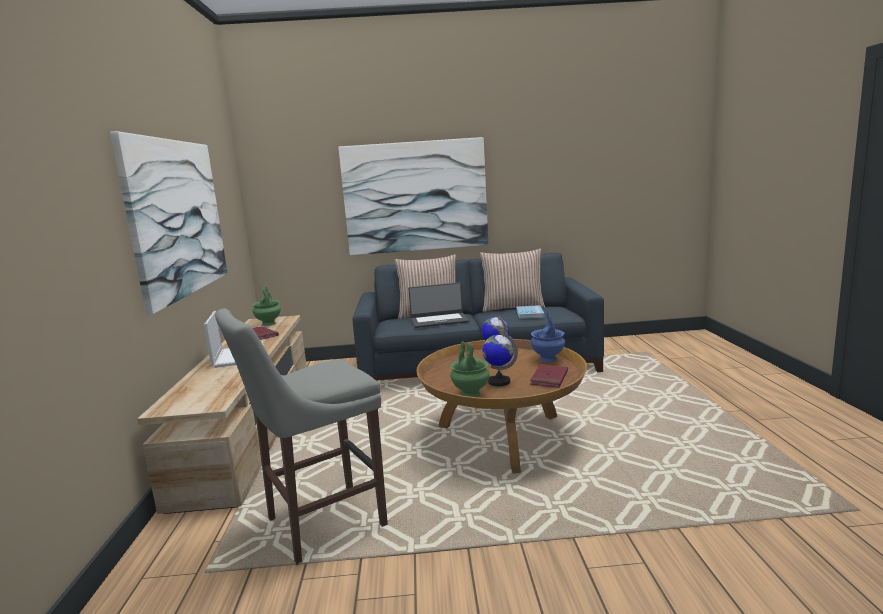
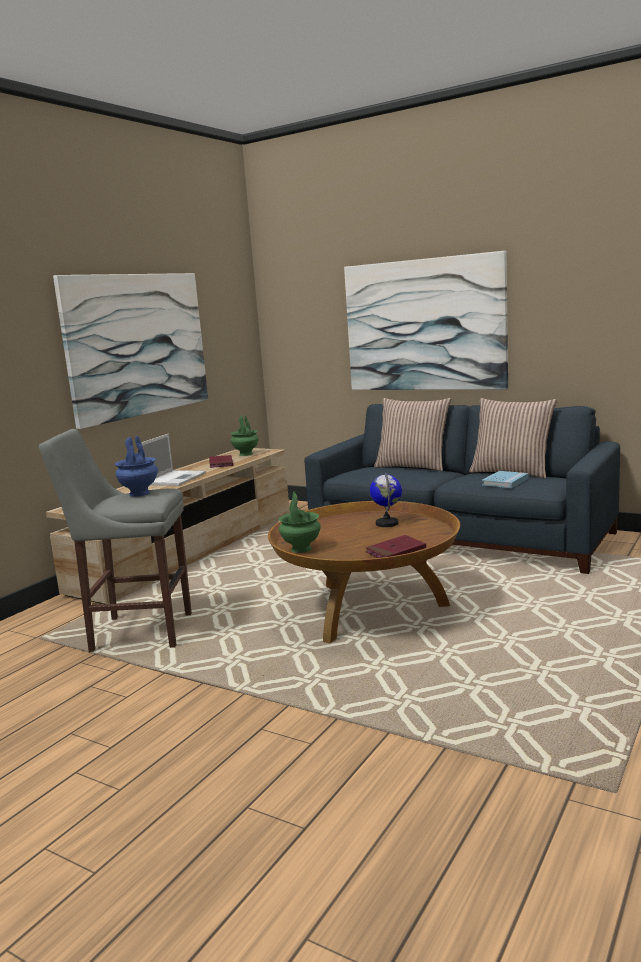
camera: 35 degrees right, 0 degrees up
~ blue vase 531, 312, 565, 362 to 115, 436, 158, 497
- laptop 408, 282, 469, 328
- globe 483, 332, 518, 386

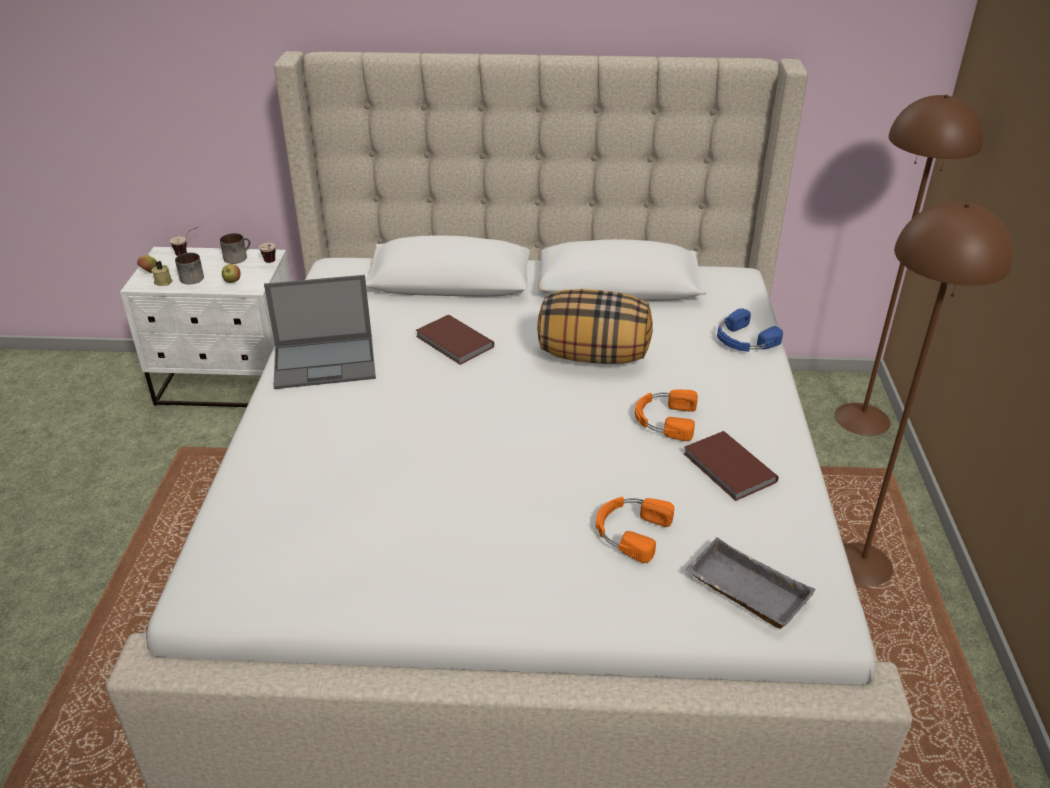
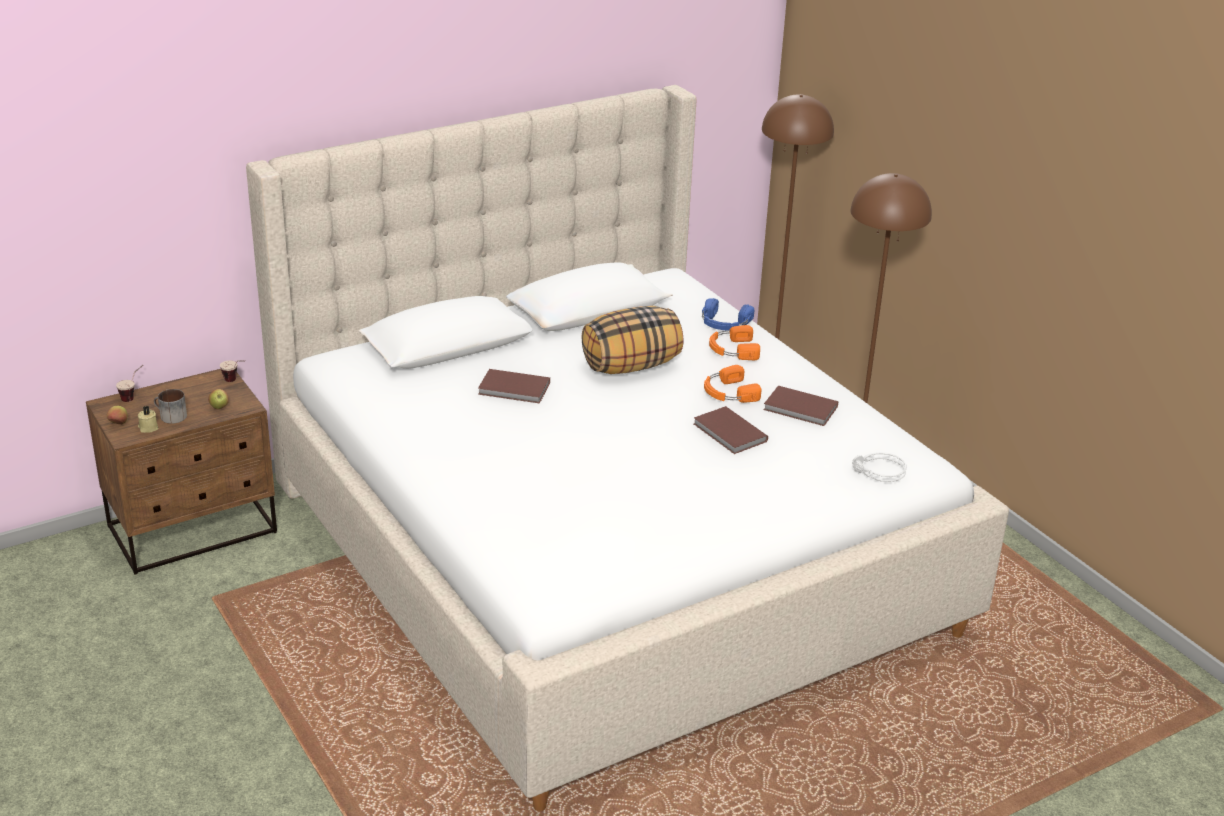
camera: 35 degrees left, 5 degrees down
~ white nightstand 120, 247, 291, 407 to brown nightstand 86, 369, 277, 575
+ brown book 694, 406, 768, 454
~ orange headphones 596, 497, 674, 563 to 709, 325, 760, 360
~ grey tray 685, 537, 816, 629 to grey headphones 852, 452, 907, 482
- mug 220, 233, 250, 264
- laptop 264, 275, 376, 389

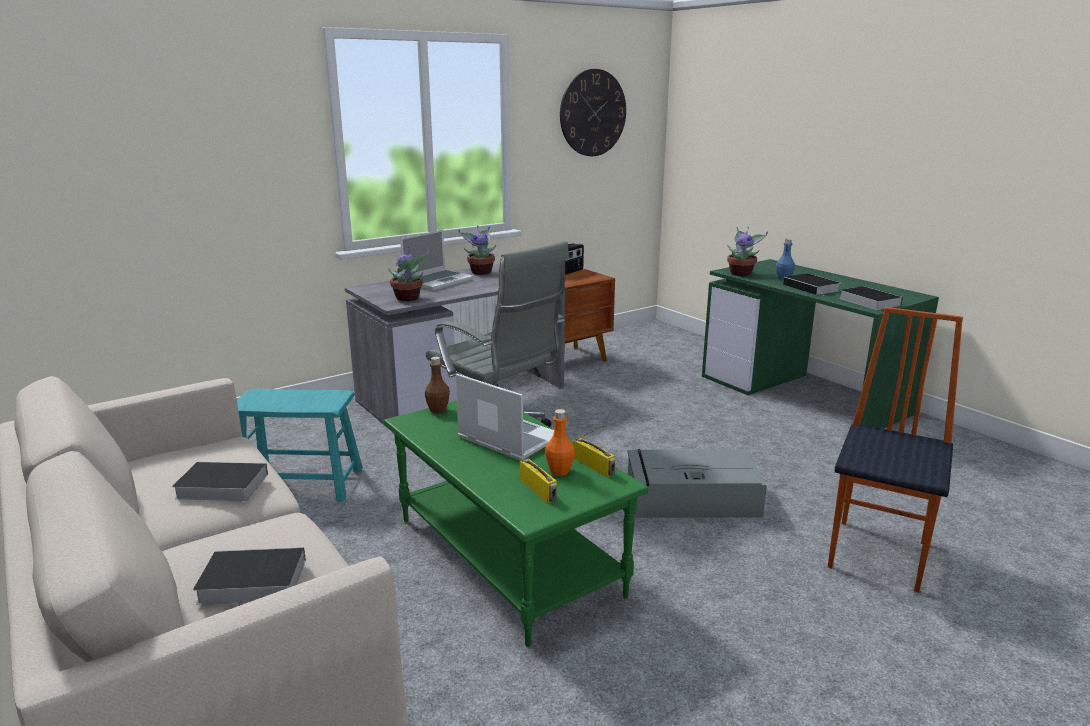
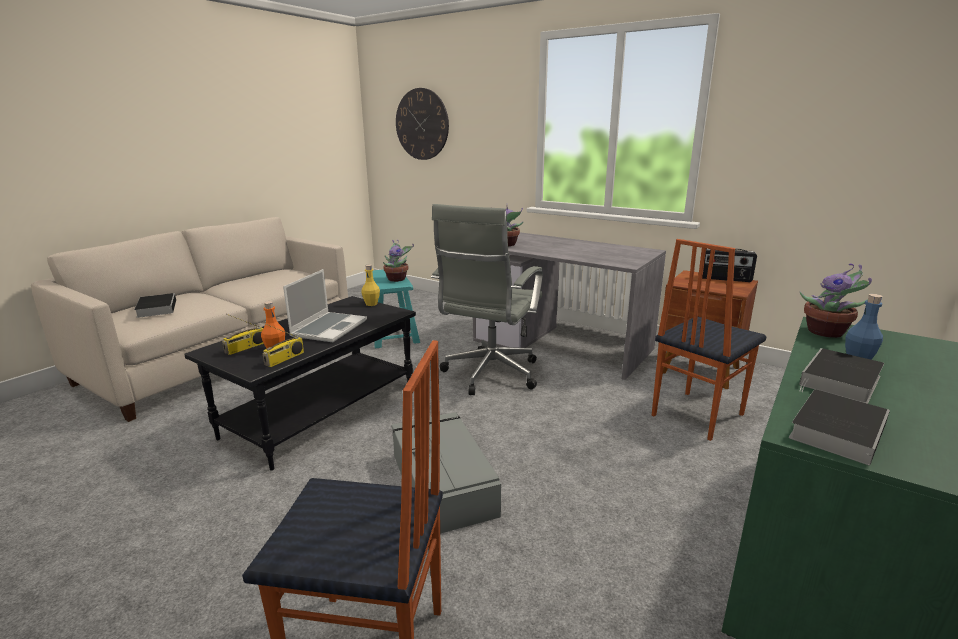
camera: 70 degrees right, 0 degrees up
~ green coffee table 384, 401, 649, 647 to black coffee table 184, 296, 416, 471
~ brown bottle 425, 357, 450, 413 to yellow bottle 361, 264, 380, 306
~ potted plant 458, 226, 497, 275 to 383, 240, 414, 282
~ wall clock 560, 69, 626, 156 to 396, 88, 449, 160
+ chair 652, 239, 767, 441
- book 172, 462, 268, 501
- laptop 400, 230, 474, 291

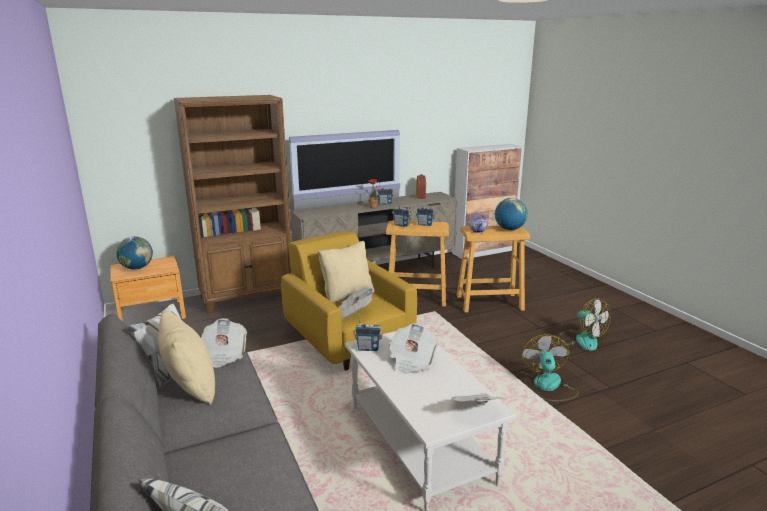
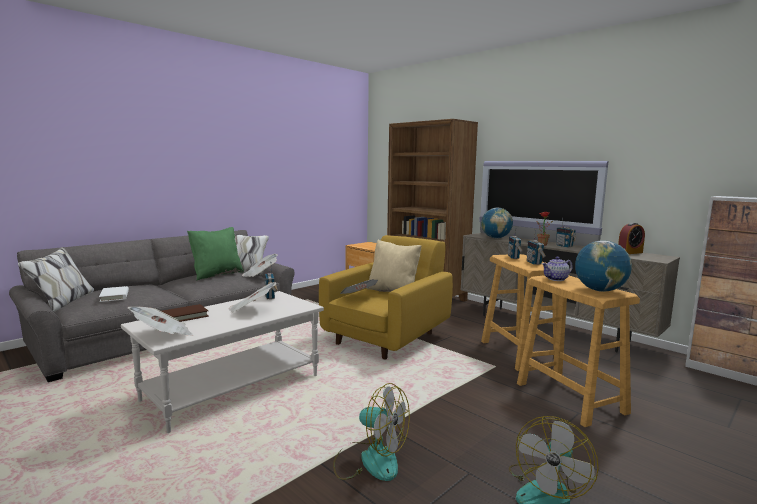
camera: 70 degrees right, 10 degrees down
+ white book 99, 286, 129, 302
+ brown book 162, 304, 209, 322
~ beige pillow 158, 311, 215, 405 to green pillow 187, 227, 244, 281
~ fan 522, 335, 579, 401 = 333, 383, 410, 481 45 degrees clockwise
~ globe 116, 236, 153, 270 to 481, 208, 513, 239

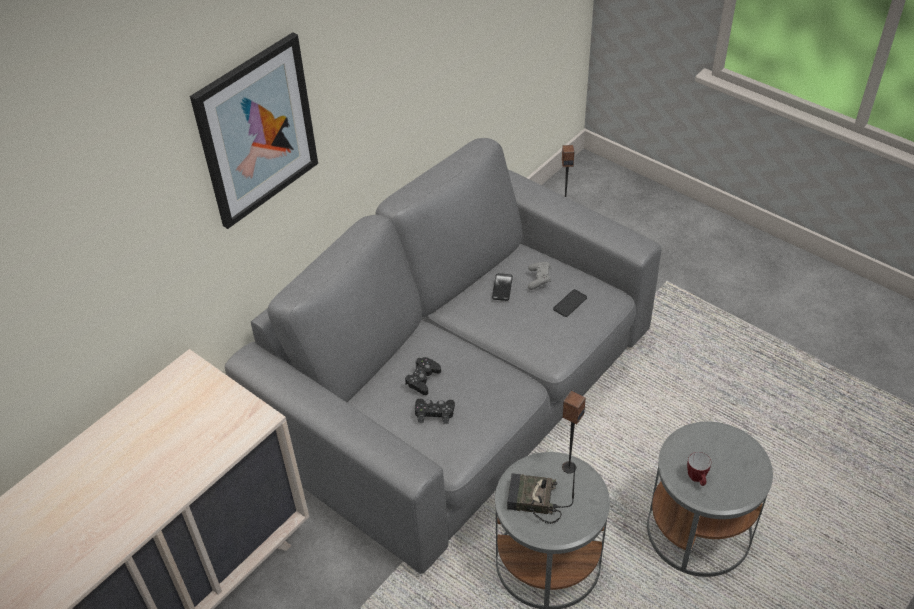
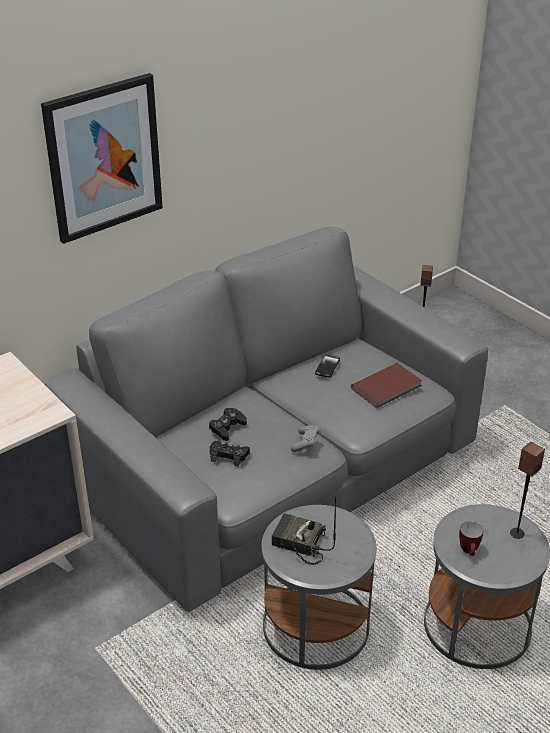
camera: 10 degrees right, 10 degrees down
~ grey game controller 528, 262, 551, 290 to 291, 425, 321, 452
~ phone 553, 289, 587, 317 to brown book 351, 363, 422, 408
~ speaker 562, 391, 586, 474 to 510, 442, 545, 539

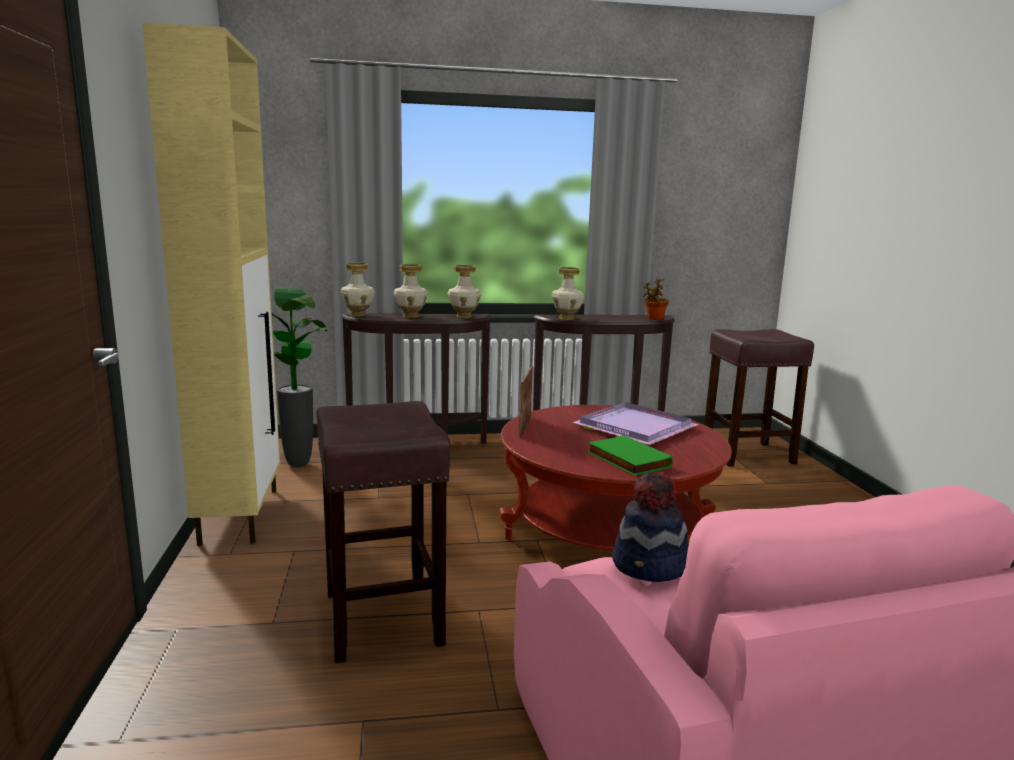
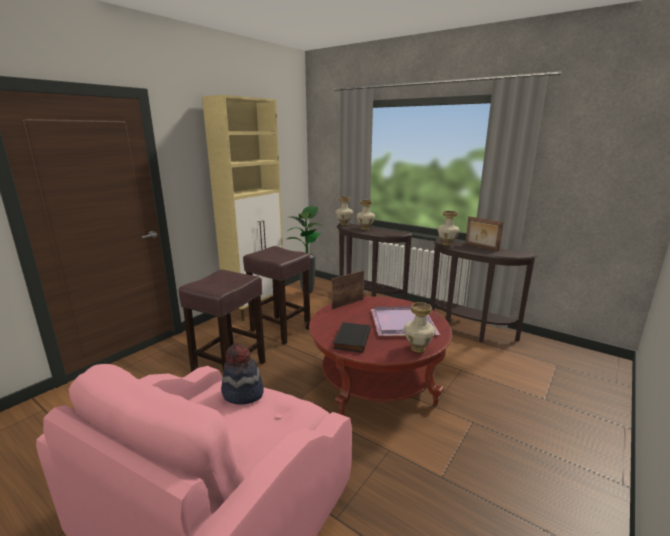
camera: 45 degrees right, 5 degrees up
~ brown stool 704, 329, 814, 467 to 243, 246, 310, 345
~ green book 587, 435, 673, 476 to black book 333, 322, 370, 353
~ vase 448, 265, 481, 318 to 404, 302, 436, 353
+ picture frame 465, 216, 503, 251
- potted plant 642, 278, 669, 320

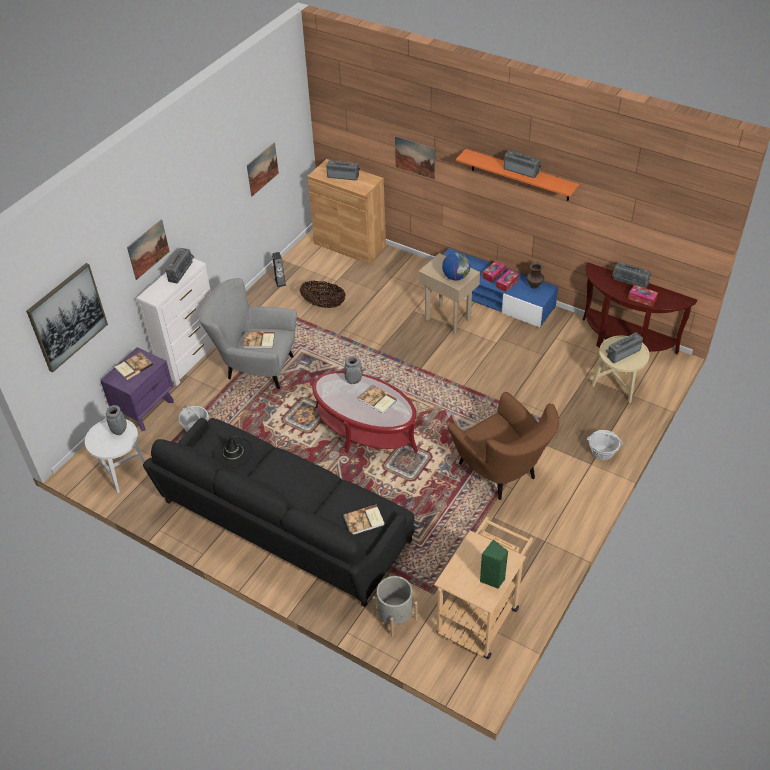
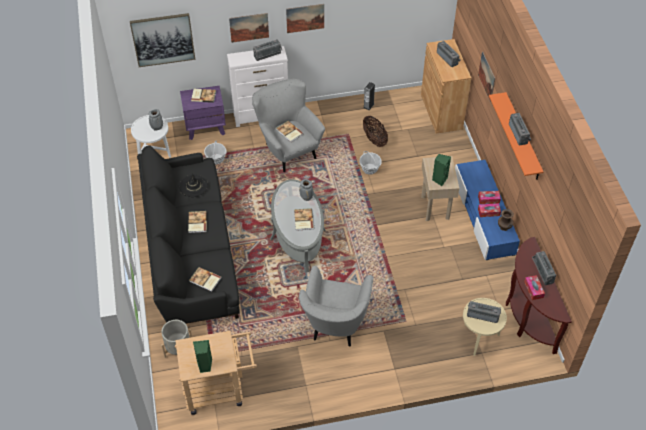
camera: 45 degrees right, 5 degrees up
+ book 188, 211, 207, 233
~ red coffee table 312, 371, 418, 453 to grey coffee table 270, 179, 326, 273
~ picture 247, 143, 279, 196 to 286, 4, 324, 33
~ brown armchair 448, 392, 559, 500 to grey armchair 299, 266, 373, 347
~ basket 587, 430, 623, 460 to 359, 151, 382, 175
~ globe 442, 252, 470, 281 to green speaker 432, 154, 451, 186

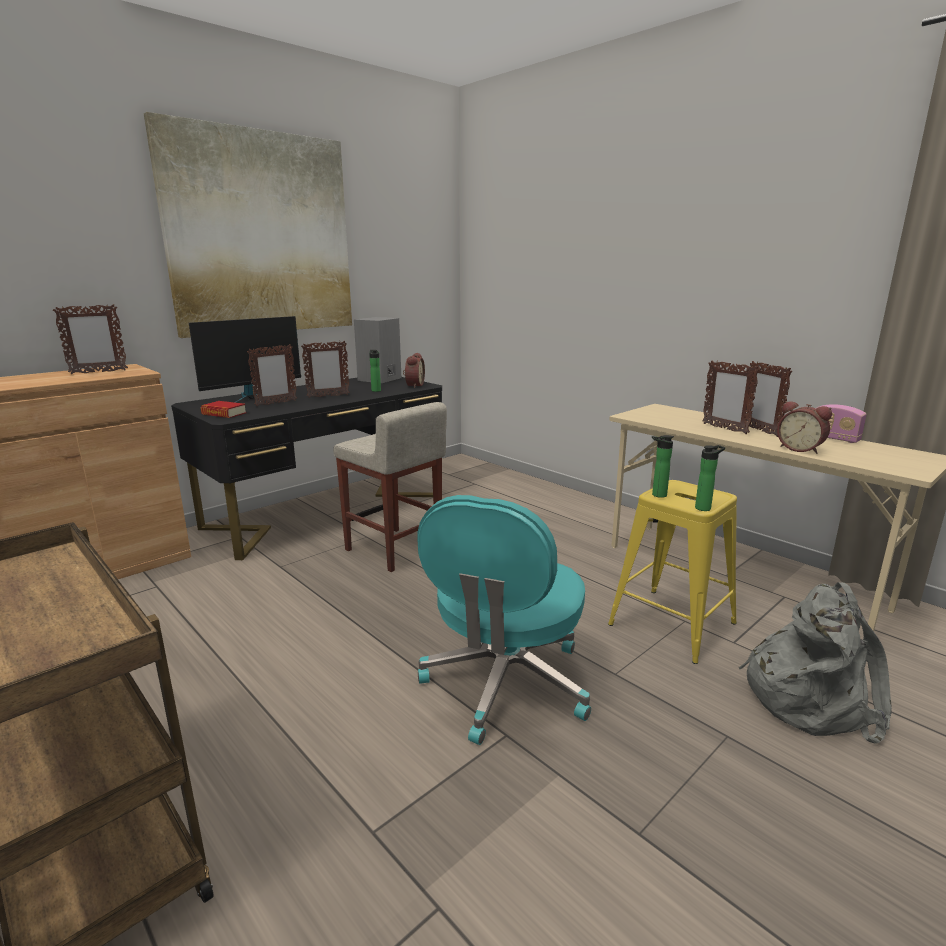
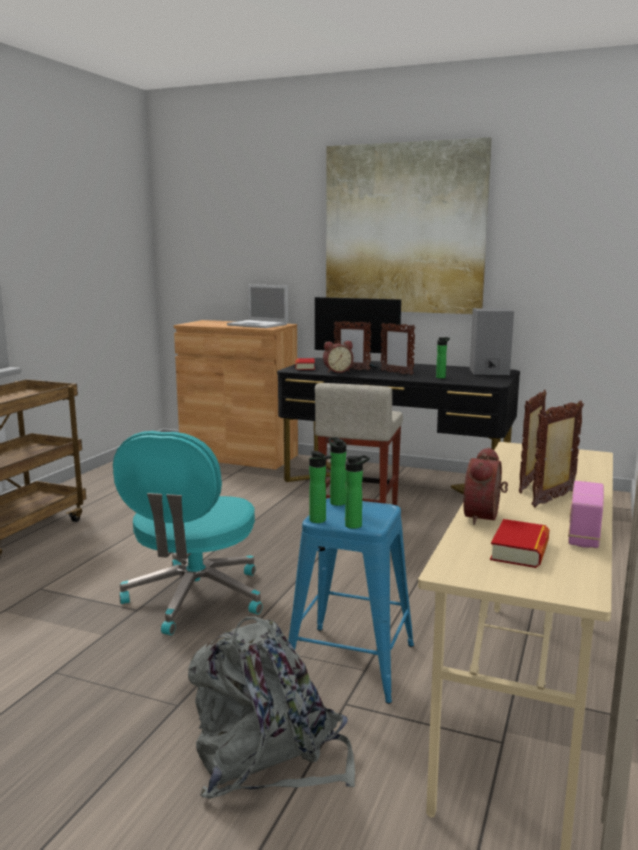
camera: 65 degrees right, 5 degrees down
~ turquoise office chair 417, 495, 591, 745 = 113, 431, 262, 635 75 degrees counterclockwise
~ picture frame 53, 304, 128, 374 to laptop 227, 284, 288, 328
~ yellow stool 608, 480, 737, 664 to blue stool 288, 498, 414, 704
~ alarm clock 403, 353, 425, 388 to 323, 341, 353, 373
+ bottle 345, 455, 370, 529
+ book 490, 519, 550, 568

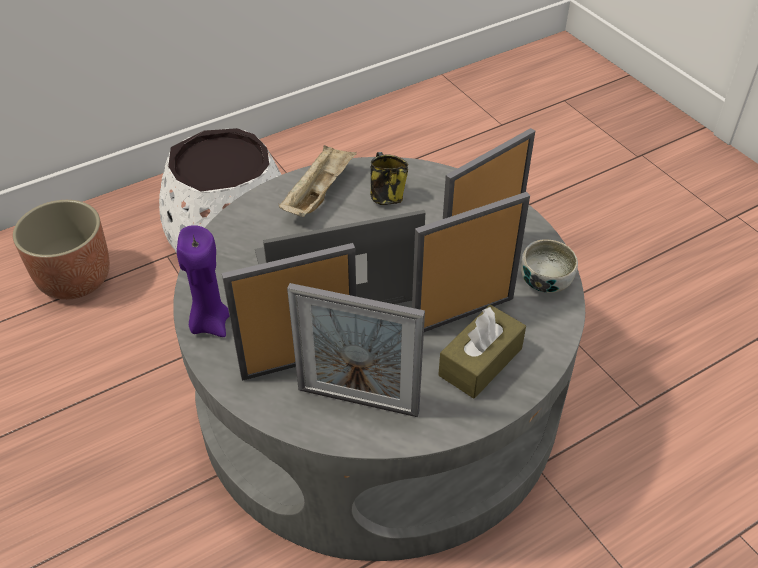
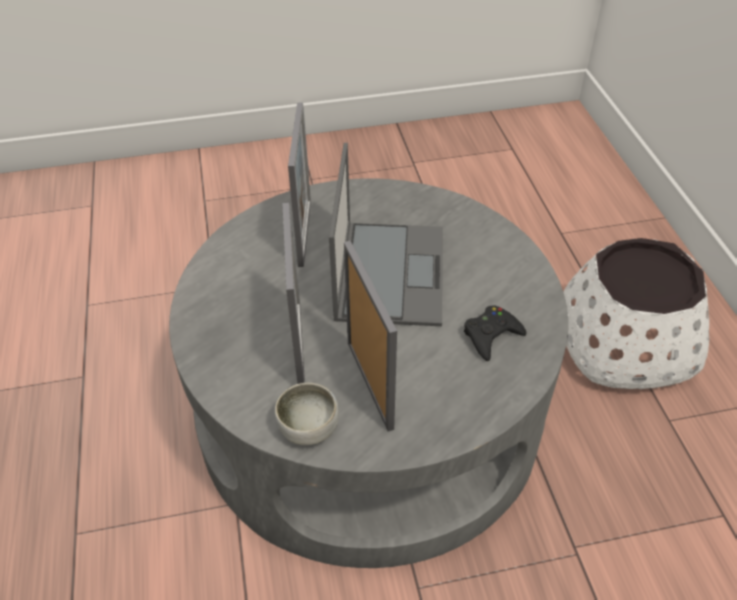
camera: 110 degrees right, 0 degrees up
~ mug 370, 152, 408, 205 to black game controller 464, 305, 526, 361
- planter 13, 200, 110, 300
- purple candle 177, 225, 229, 337
- beige tray 279, 145, 357, 217
- picture frame 287, 283, 425, 417
- brown tissue box 438, 305, 526, 398

